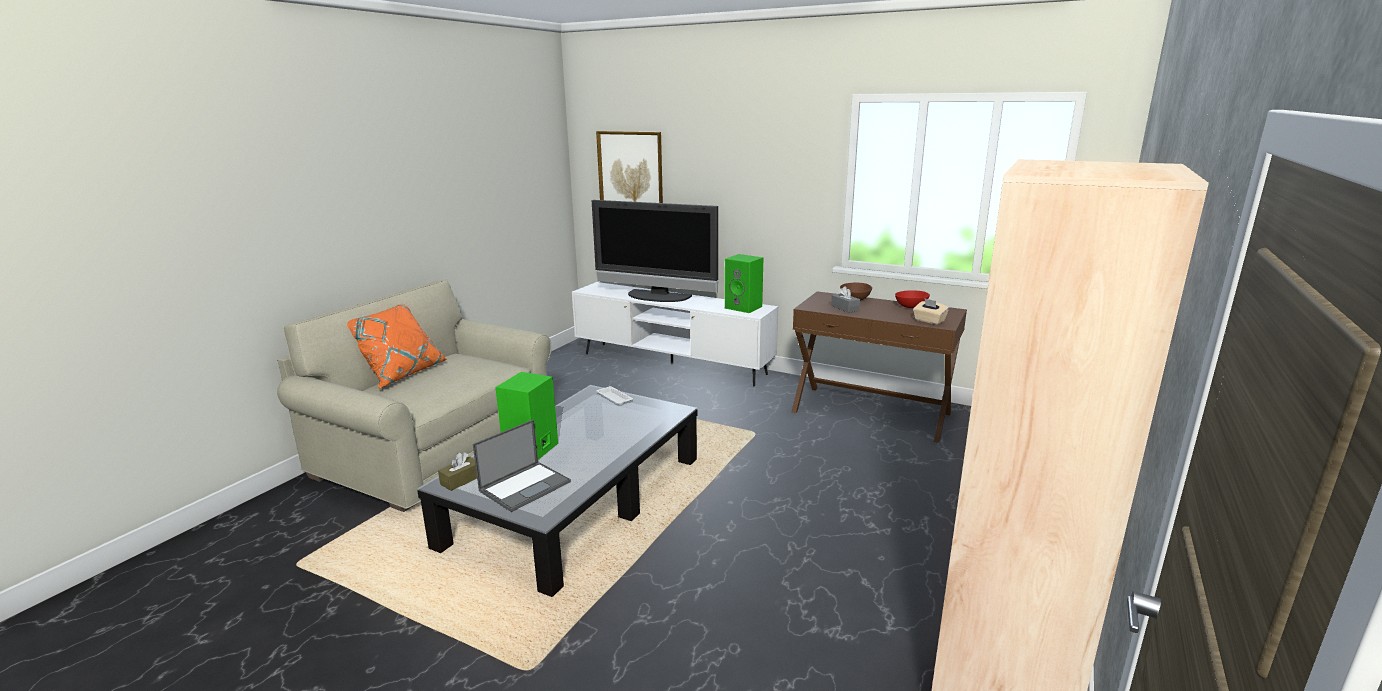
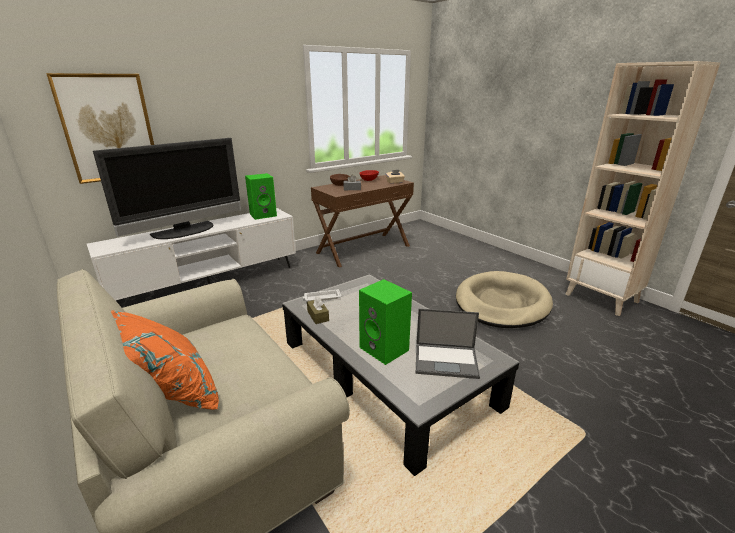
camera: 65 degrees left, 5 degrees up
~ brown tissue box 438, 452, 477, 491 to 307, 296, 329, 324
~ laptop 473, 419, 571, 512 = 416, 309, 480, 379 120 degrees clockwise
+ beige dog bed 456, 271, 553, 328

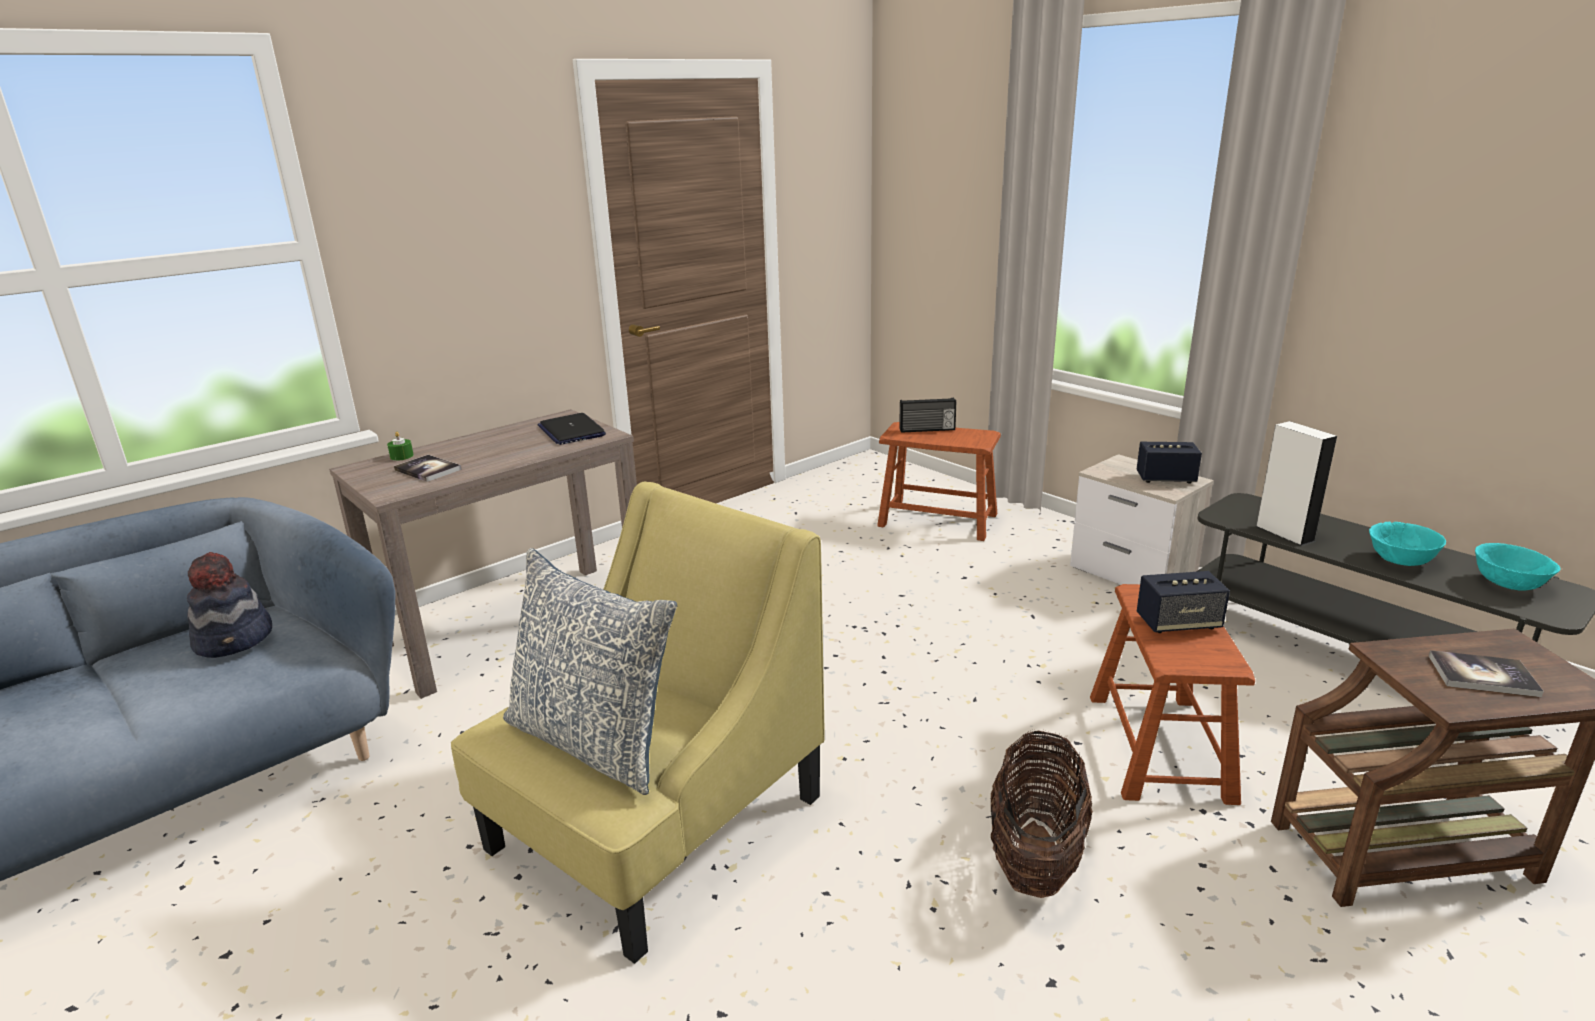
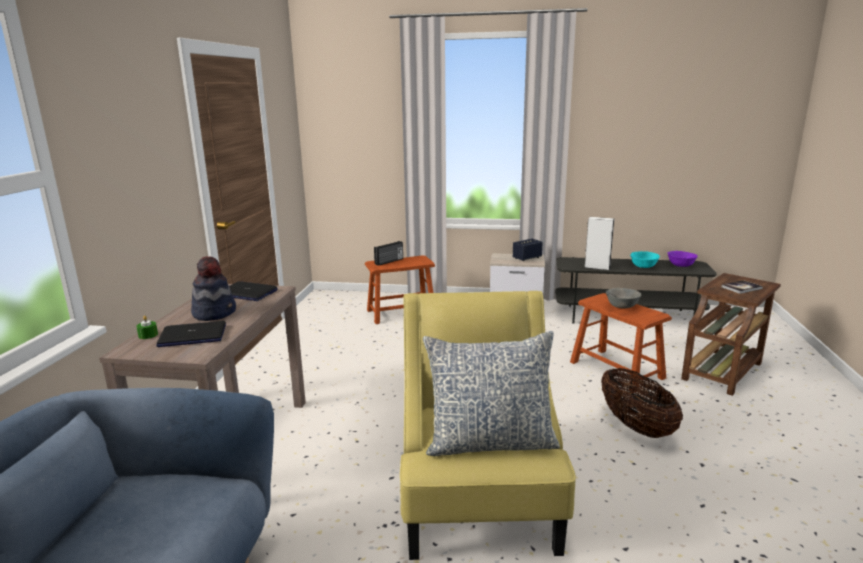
camera: 40 degrees left, 5 degrees down
~ book 394, 455, 462, 482 to laptop 156, 321, 226, 347
~ hat 187, 552, 272, 658 to 191, 256, 236, 321
~ speaker 1137, 571, 1230, 633 to grey bowl 606, 288, 641, 308
~ turquoise bowl 1475, 543, 1561, 590 to purple bowl 668, 251, 698, 267

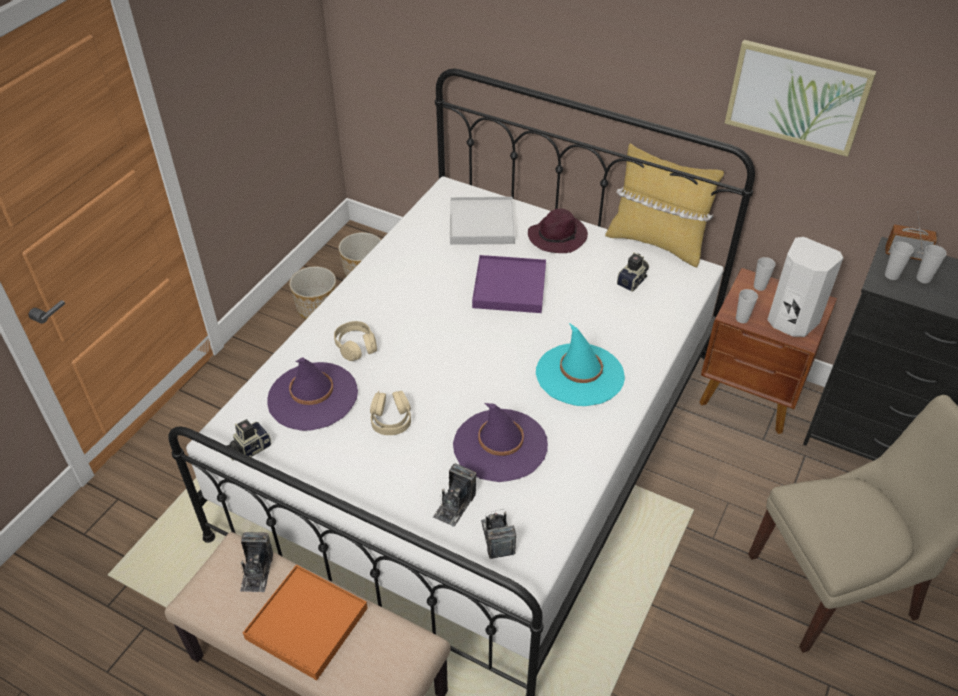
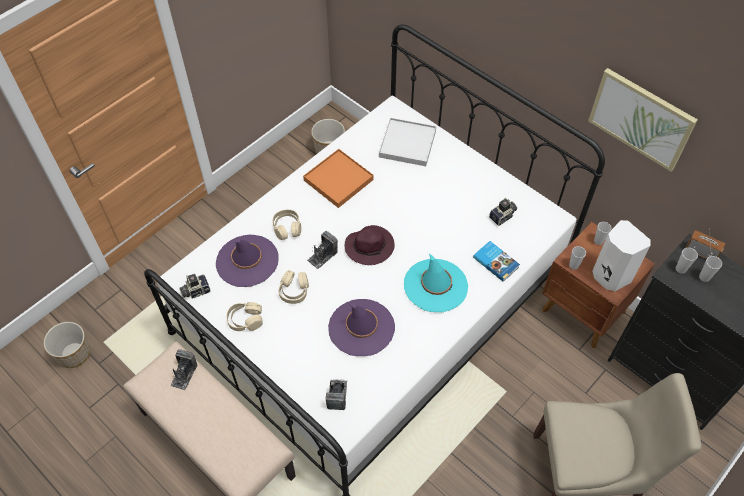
camera: 15 degrees right, 10 degrees up
~ planter 289, 266, 336, 319 to 44, 322, 90, 368
+ beige headphones 227, 302, 263, 331
~ orange tray 243, 565, 368, 680 to 303, 149, 374, 208
~ photo camera 433, 463, 476, 527 to 307, 231, 338, 269
~ purple hat 528, 209, 588, 253 to 345, 225, 395, 265
+ book 473, 241, 520, 282
- purple tray 472, 255, 546, 313
- yellow pillow 605, 143, 724, 267

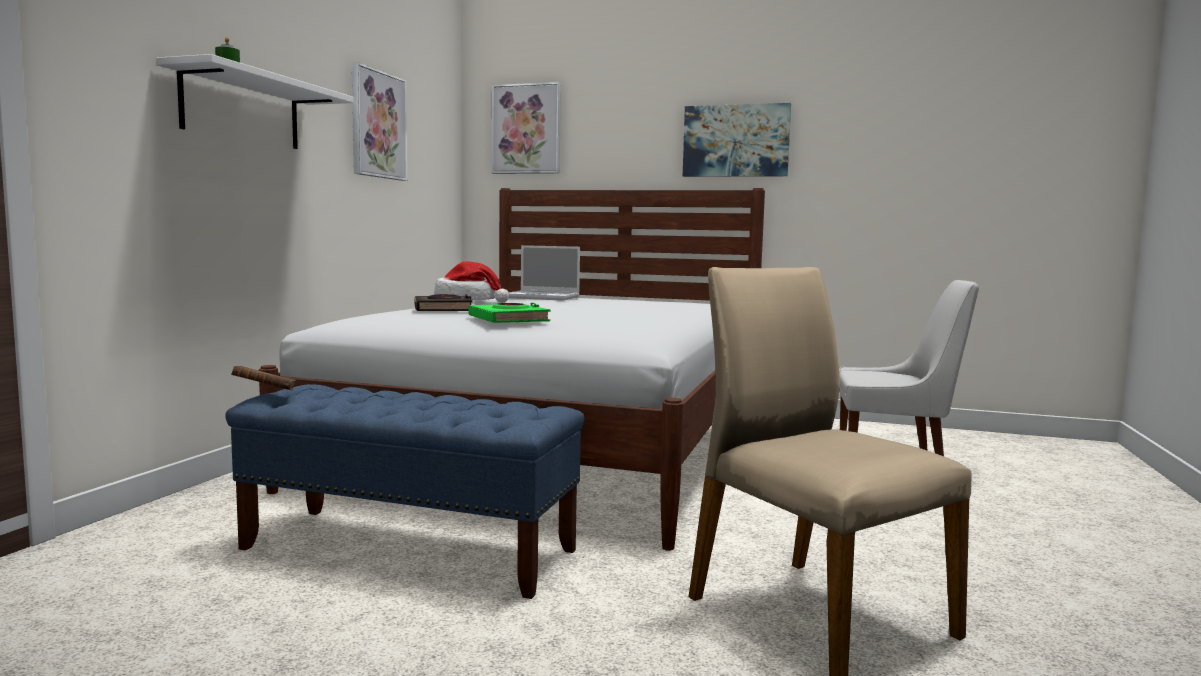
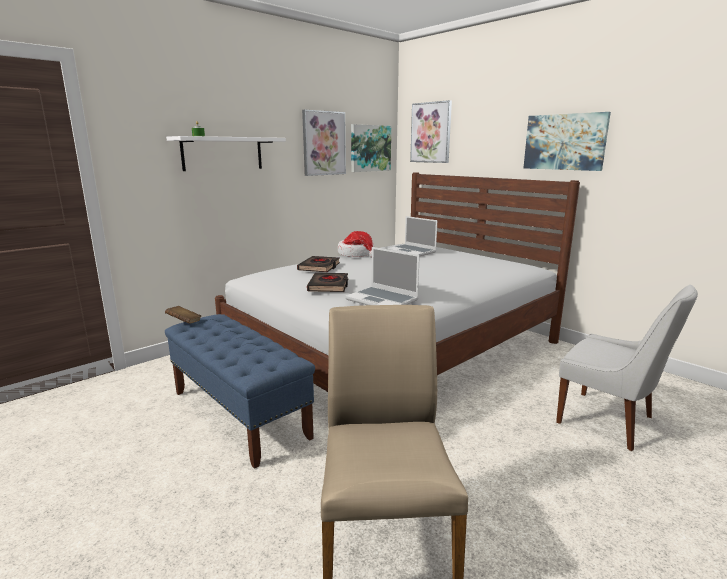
camera: 30 degrees right, 10 degrees up
~ green book 469, 303, 550, 323 to black book 307, 273, 348, 292
+ laptop 345, 247, 420, 305
+ picture 351, 124, 391, 172

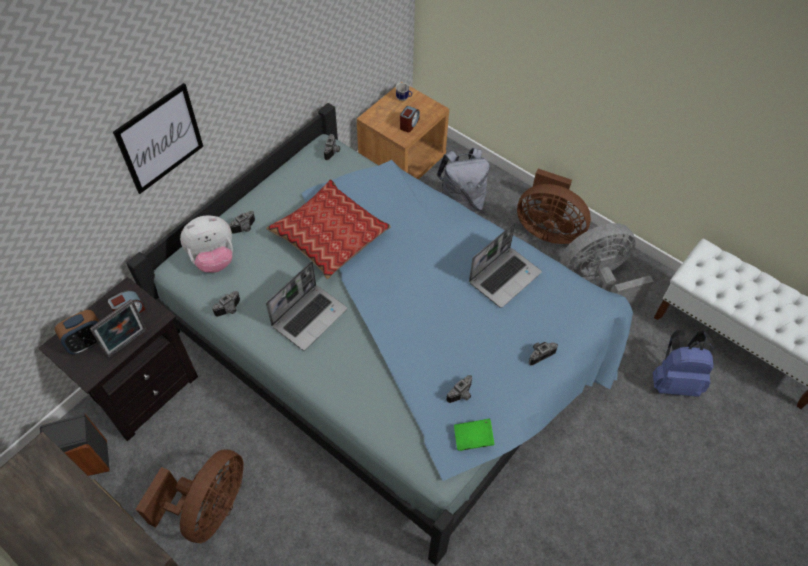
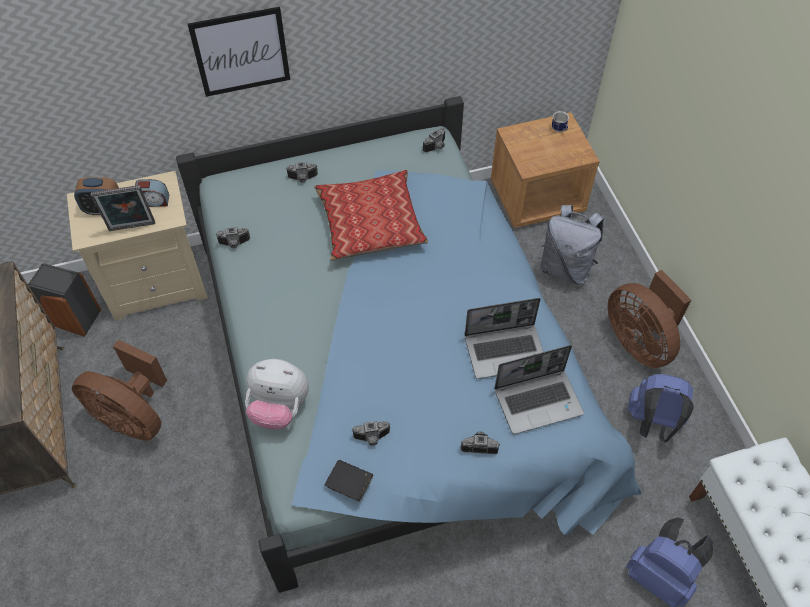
camera: 35 degrees right, 0 degrees up
~ black nightstand 39, 277, 198, 442 to beige nightstand 67, 171, 208, 320
~ brown fan 135, 449, 244, 543 = 72, 340, 167, 441 60 degrees clockwise
~ plush toy 180, 215, 233, 273 to 245, 359, 309, 429
~ green book 454, 419, 494, 451 to black book 325, 460, 373, 502
~ laptop 266, 261, 347, 351 to 494, 345, 584, 434
~ grey fan 561, 223, 654, 307 to blue backpack 628, 374, 694, 442
- alarm clock 400, 106, 420, 133

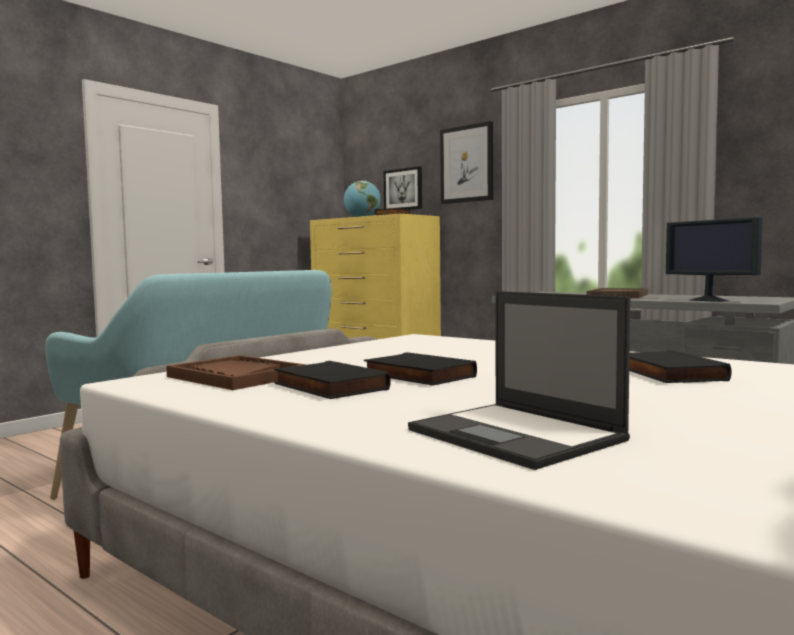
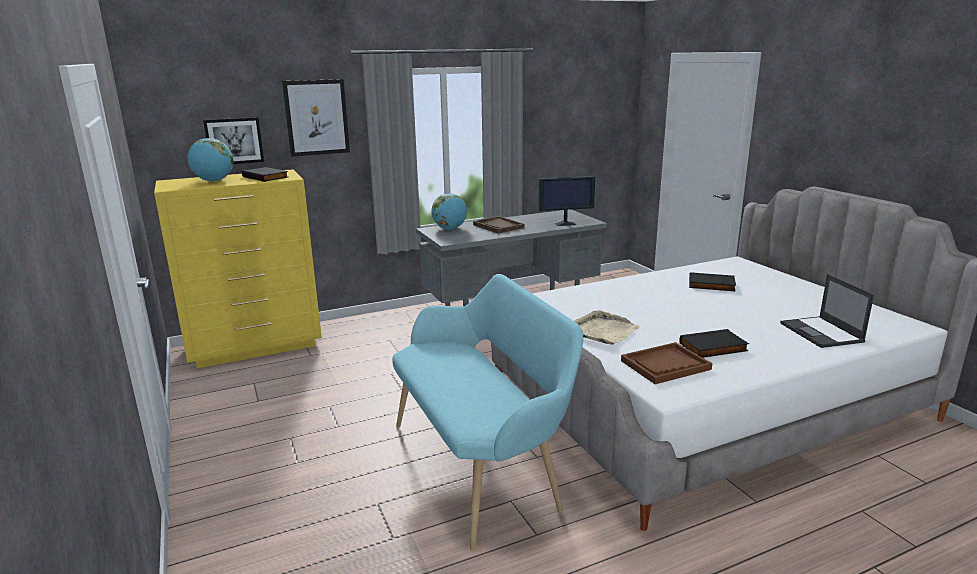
camera: 65 degrees left, 15 degrees up
+ globe 432, 193, 467, 230
+ beige tray 574, 311, 640, 345
~ laptop 408, 291, 631, 470 = 780, 274, 874, 348 90 degrees clockwise
- black book 364, 352, 477, 385

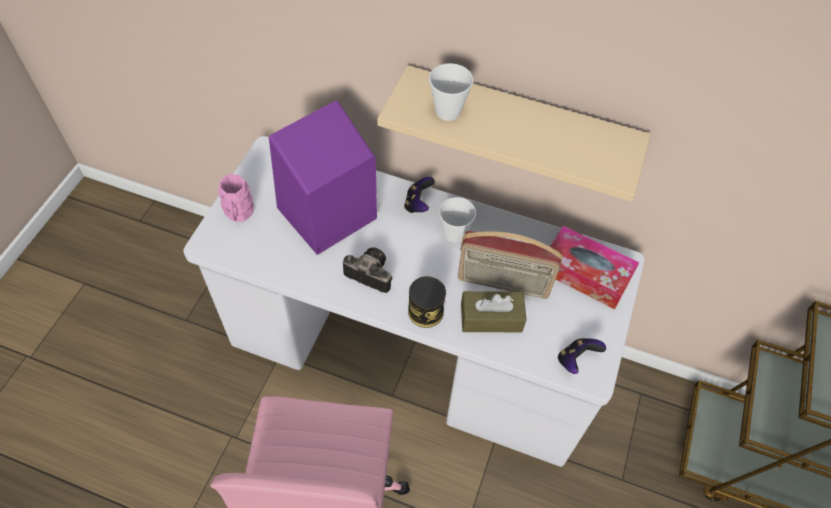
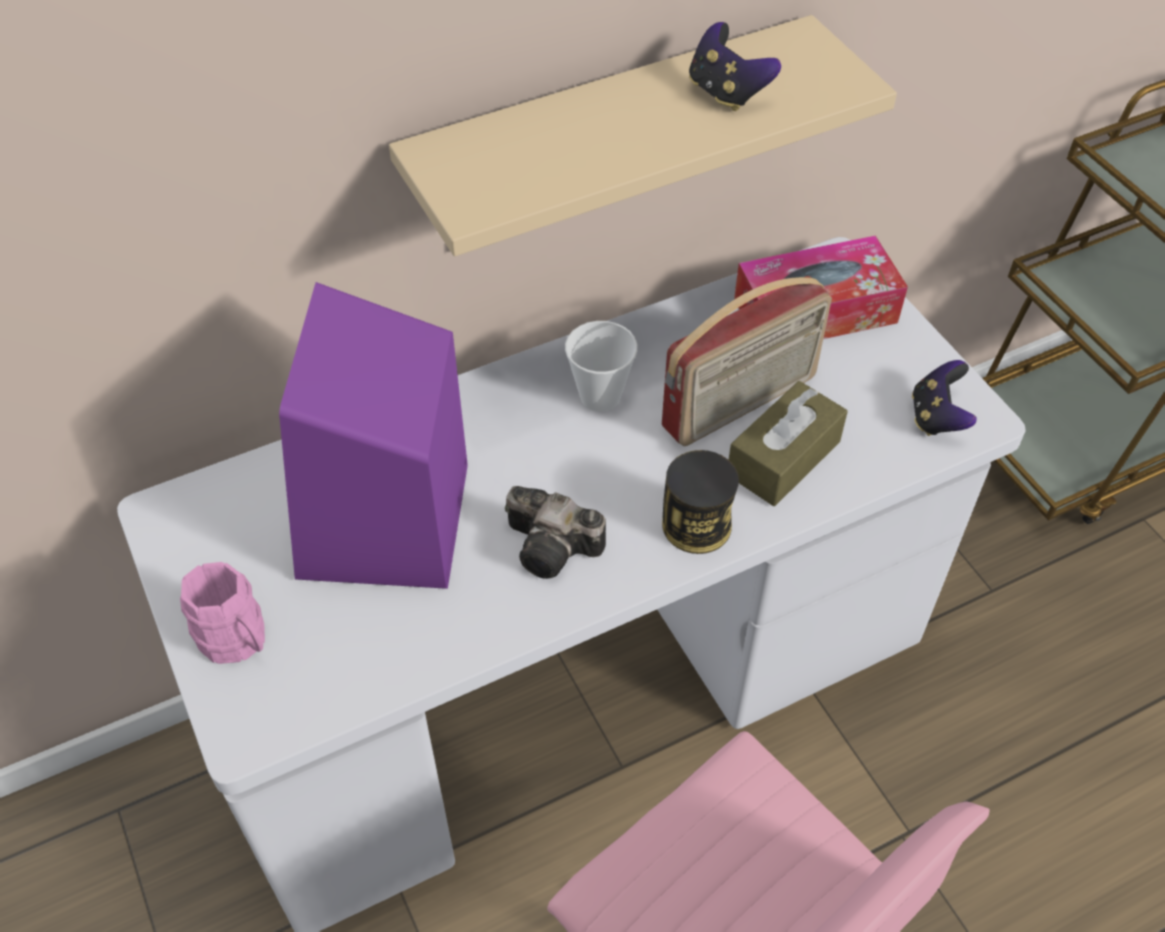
camera: 45 degrees left, 5 degrees down
~ photo camera 343, 248, 392, 293 = 505, 486, 606, 579 135 degrees counterclockwise
~ game controller 404, 177, 435, 213 to 689, 22, 781, 111
- cup 429, 63, 473, 121

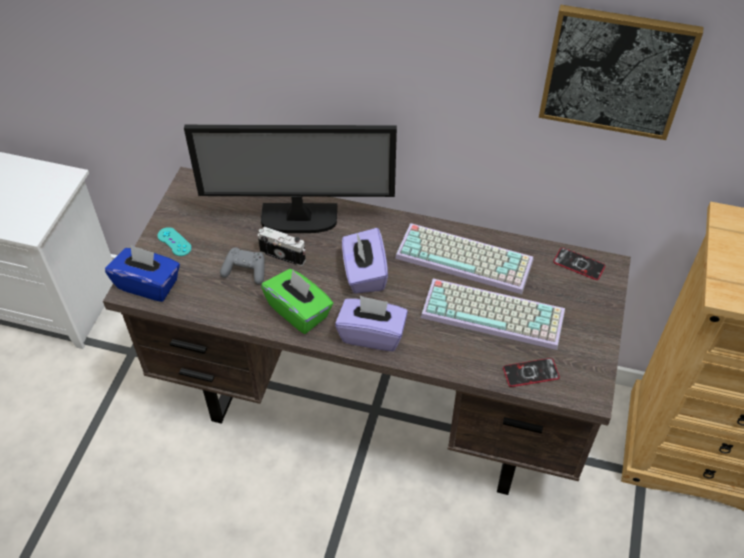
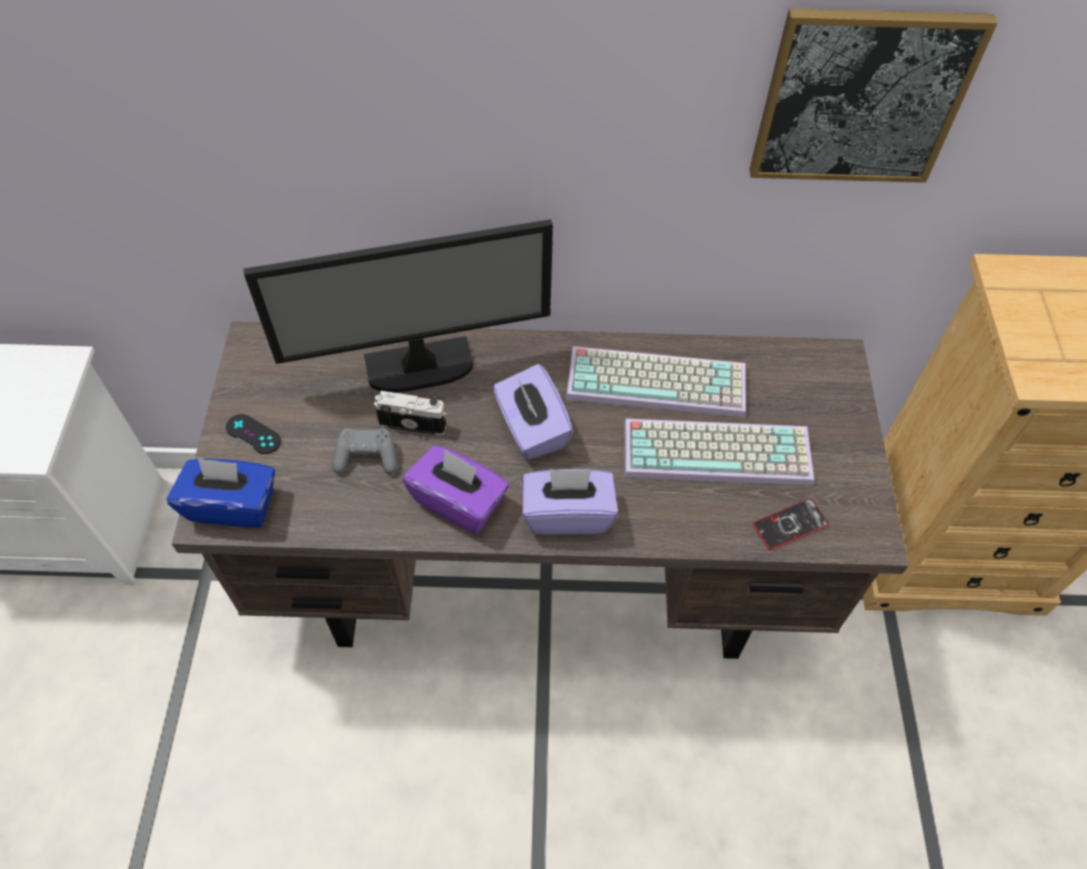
camera: 15 degrees left, 5 degrees up
~ turquoise game controller 157, 227, 192, 256 to black game controller 226, 414, 281, 454
~ green tissue box 261, 269, 334, 334 to purple tissue box 403, 445, 509, 534
- phone 553, 248, 605, 280

